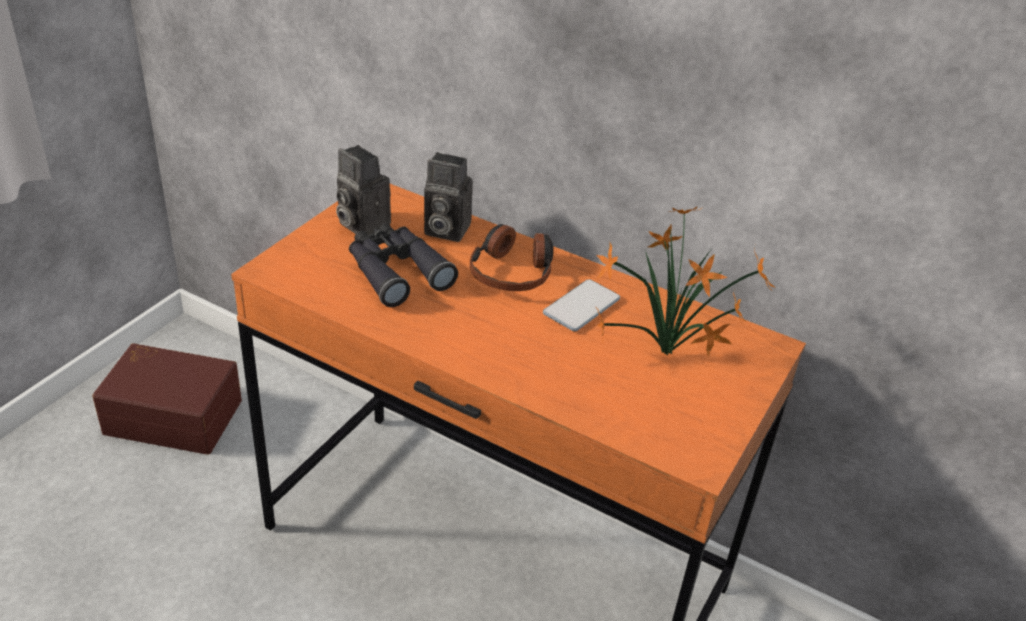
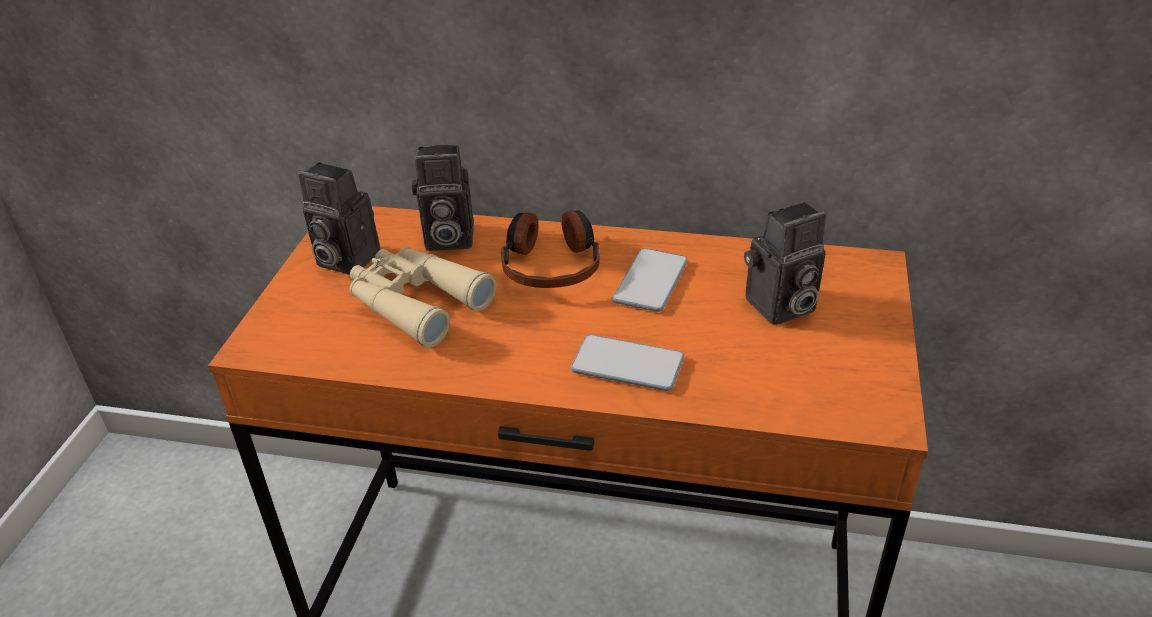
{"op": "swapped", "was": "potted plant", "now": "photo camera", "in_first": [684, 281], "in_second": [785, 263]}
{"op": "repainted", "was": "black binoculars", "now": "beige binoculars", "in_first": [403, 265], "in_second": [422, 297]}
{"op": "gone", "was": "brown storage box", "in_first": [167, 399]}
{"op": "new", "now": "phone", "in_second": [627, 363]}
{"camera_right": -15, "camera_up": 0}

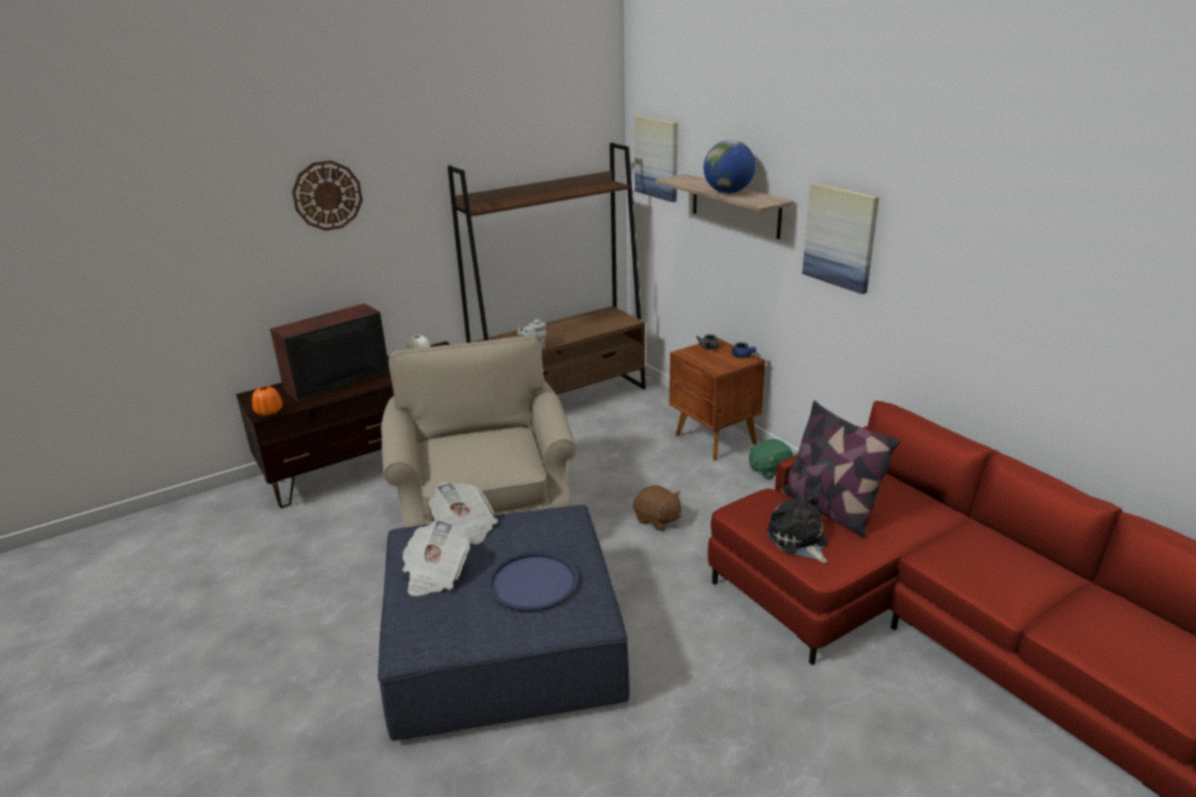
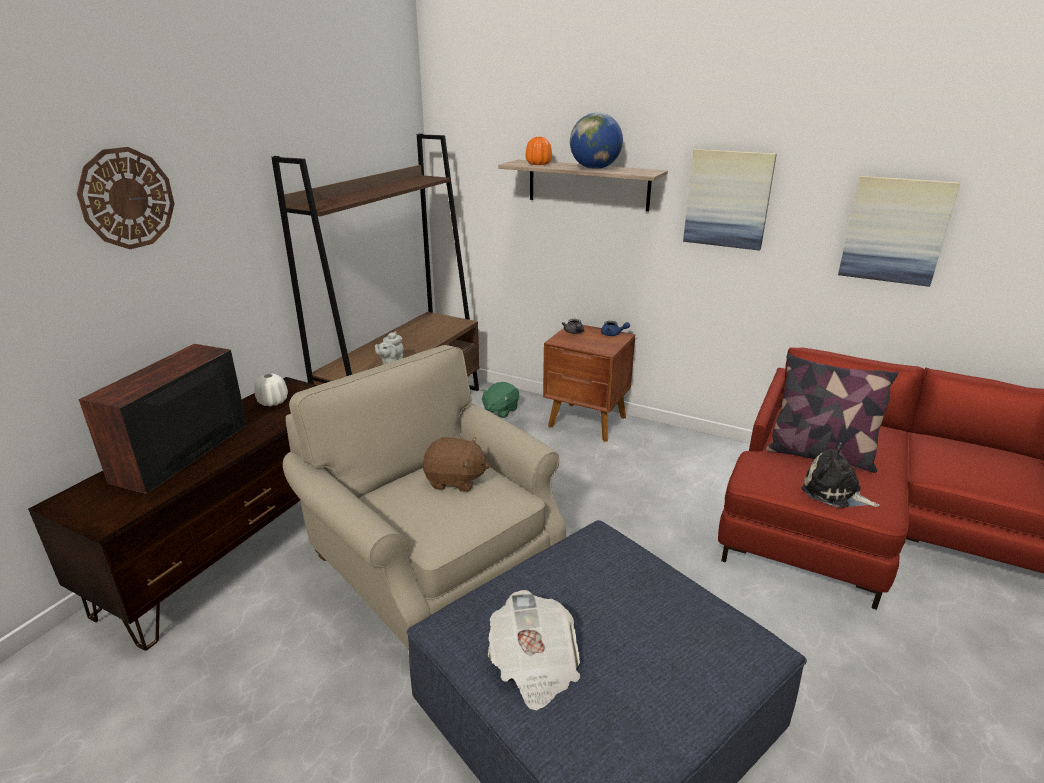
{"op": "shifted", "was": "picture", "in_first": [656, 159], "in_second": [899, 231]}
{"op": "shifted", "was": "orange vase", "in_first": [267, 401], "in_second": [539, 151]}
{"op": "shifted", "was": "green plush toy", "in_first": [771, 459], "in_second": [500, 400]}
{"op": "gone", "was": "newspaper", "in_first": [463, 513]}
{"op": "shifted", "was": "brown plush toy", "in_first": [657, 508], "in_second": [456, 464]}
{"op": "gone", "was": "blue tray", "in_first": [533, 581]}
{"camera_right": -30, "camera_up": 0}

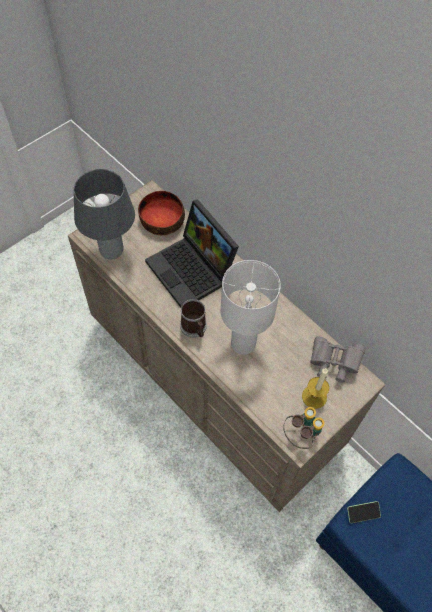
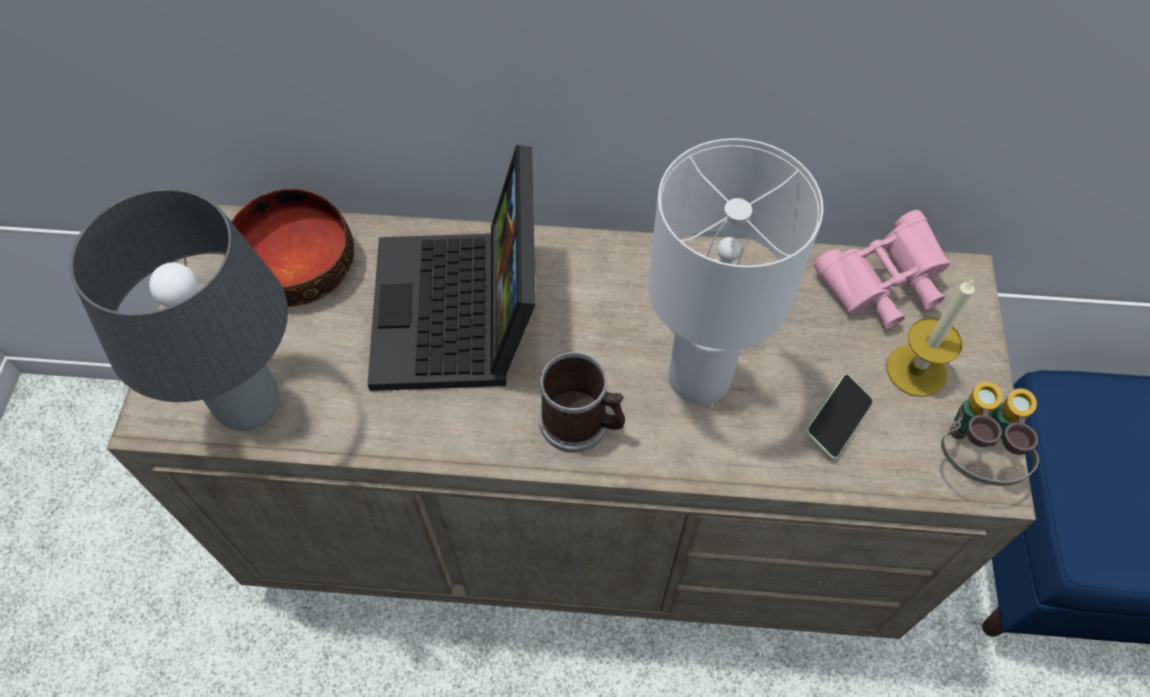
{"op": "rotated", "was": "laptop", "in_first": [192, 253], "in_second": [451, 268], "clockwise": 75}
{"op": "repainted", "was": "grey binoculars", "now": "pink binoculars", "in_first": [337, 359], "in_second": [882, 269]}
{"op": "shifted", "was": "phone", "in_first": [364, 512], "in_second": [839, 416]}
{"camera_right": -40, "camera_up": 0}

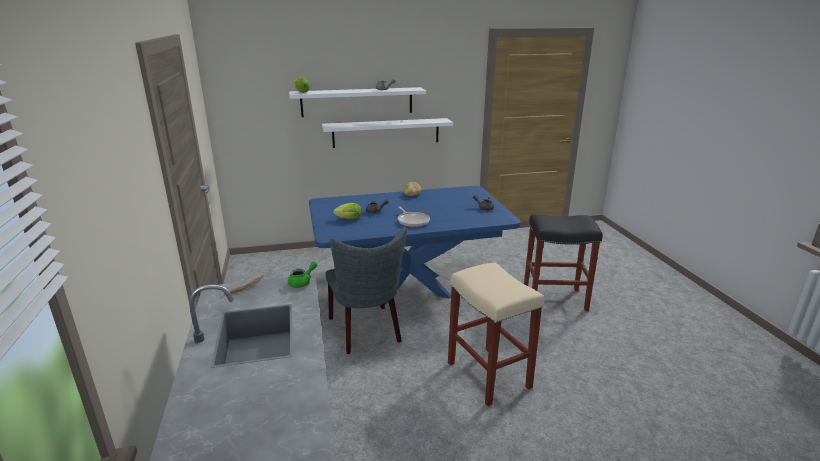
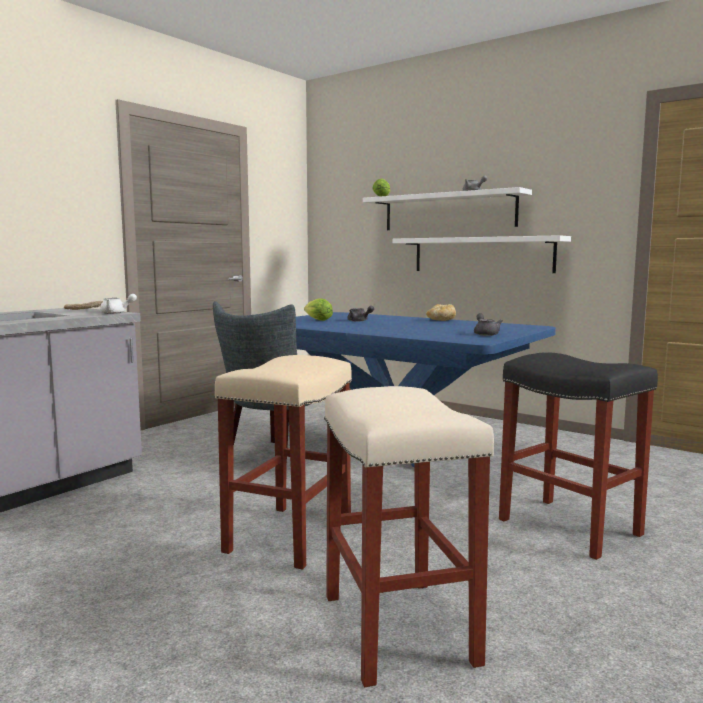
{"op": "gone", "was": "frying pan", "in_first": [414, 216]}
{"op": "repainted", "was": "green teapot", "now": "white teapot", "in_first": [303, 274], "in_second": [118, 304]}
{"op": "new", "now": "beige stool", "in_second": [409, 536]}
{"camera_right": 50, "camera_up": -15}

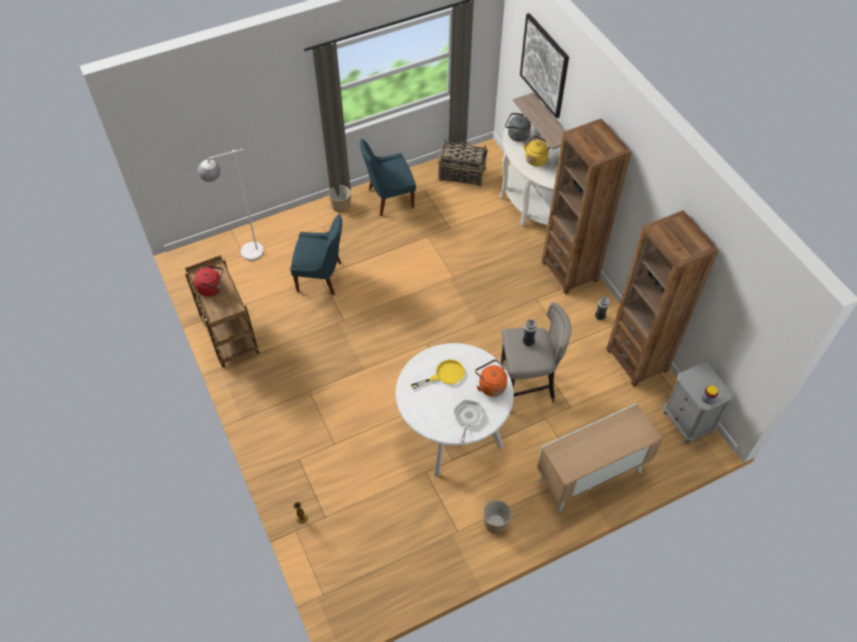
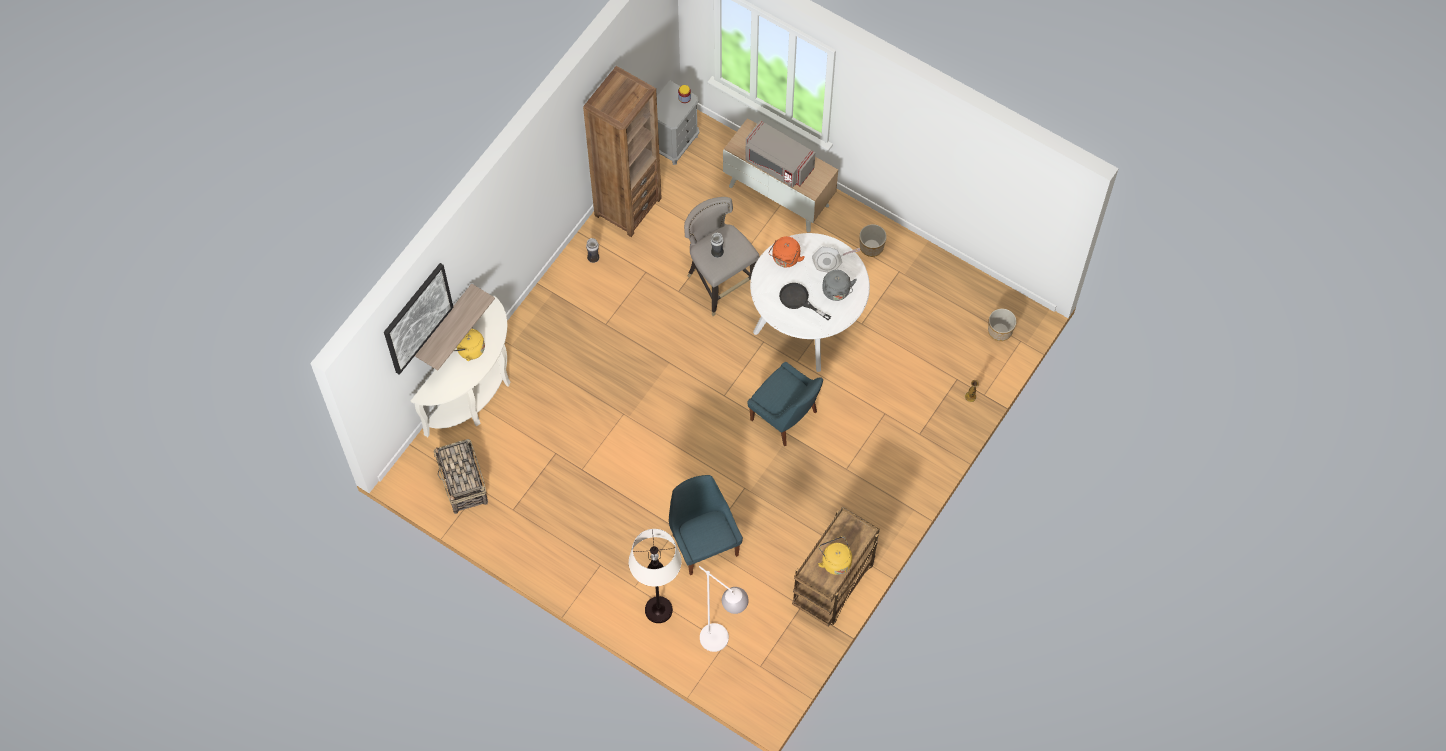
{"op": "shifted", "was": "grey kettle", "in_first": [518, 127], "in_second": [839, 285]}
{"op": "gone", "was": "brown bookcase", "in_first": [586, 206]}
{"op": "shifted", "was": "blue chair", "in_first": [388, 177], "in_second": [785, 404]}
{"op": "shifted", "was": "planter", "in_first": [340, 198], "in_second": [1002, 324]}
{"op": "repainted", "was": "red kettle", "now": "yellow kettle", "in_first": [208, 280], "in_second": [835, 555]}
{"op": "repainted", "was": "yellow frying pan", "now": "black frying pan", "in_first": [438, 374], "in_second": [805, 301]}
{"op": "new", "now": "grey microwave", "in_second": [780, 154]}
{"op": "new", "now": "white floor lamp", "in_second": [655, 576]}
{"camera_right": -120, "camera_up": 10}

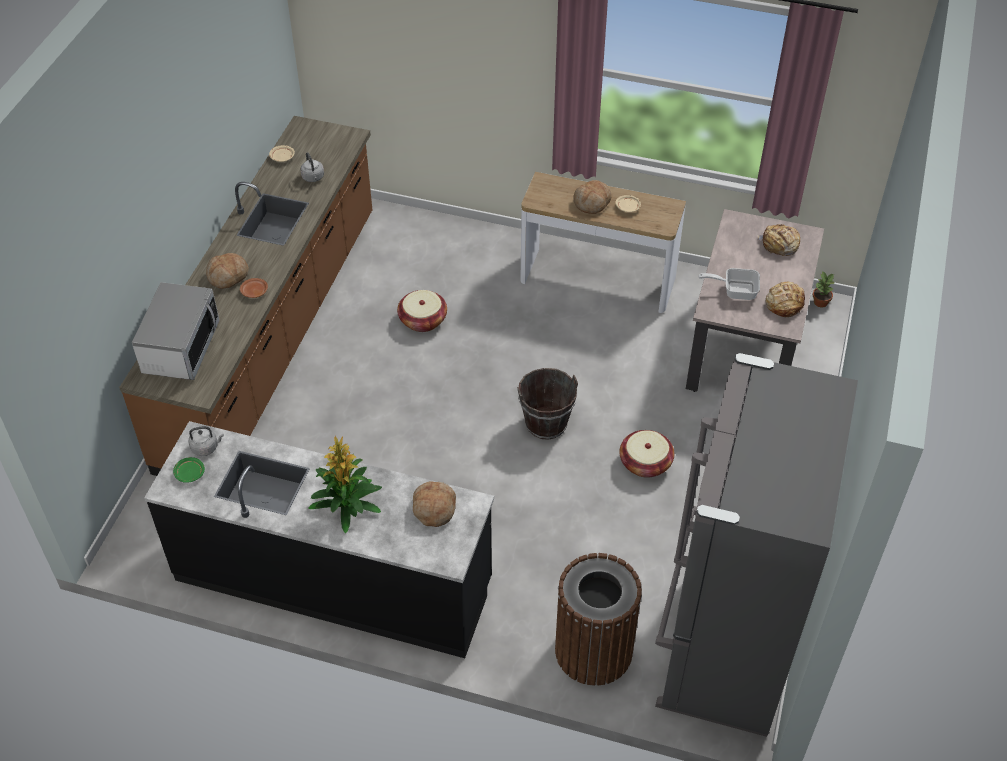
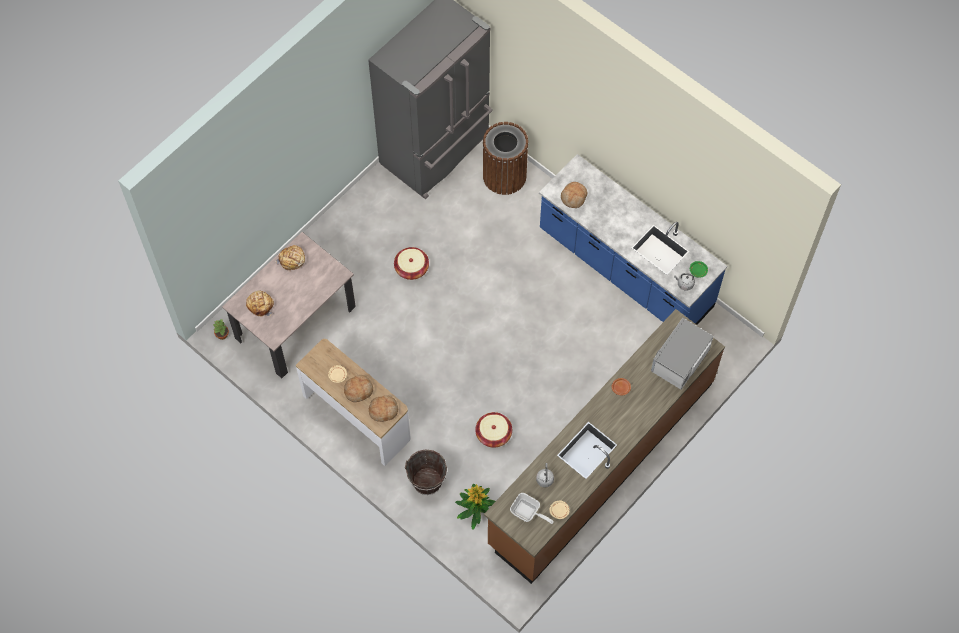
{"op": "shifted", "was": "bread", "in_first": [227, 271], "in_second": [383, 408]}
{"op": "shifted", "was": "frying pan", "in_first": [729, 284], "in_second": [532, 508]}
{"op": "shifted", "was": "brown bucket", "in_first": [547, 404], "in_second": [426, 472]}
{"op": "repainted", "was": "black counter", "now": "blue counter", "in_first": [319, 539], "in_second": [633, 239]}
{"op": "shifted", "was": "potted plant", "in_first": [345, 484], "in_second": [475, 507]}
{"camera_right": -155, "camera_up": 15}

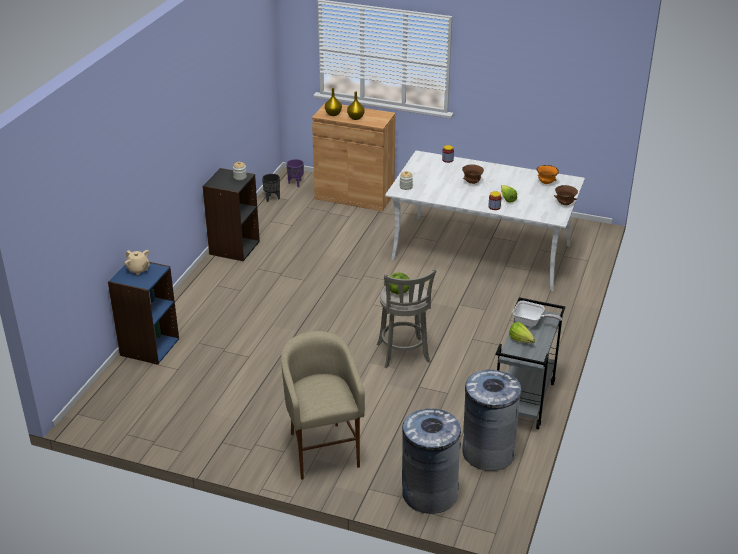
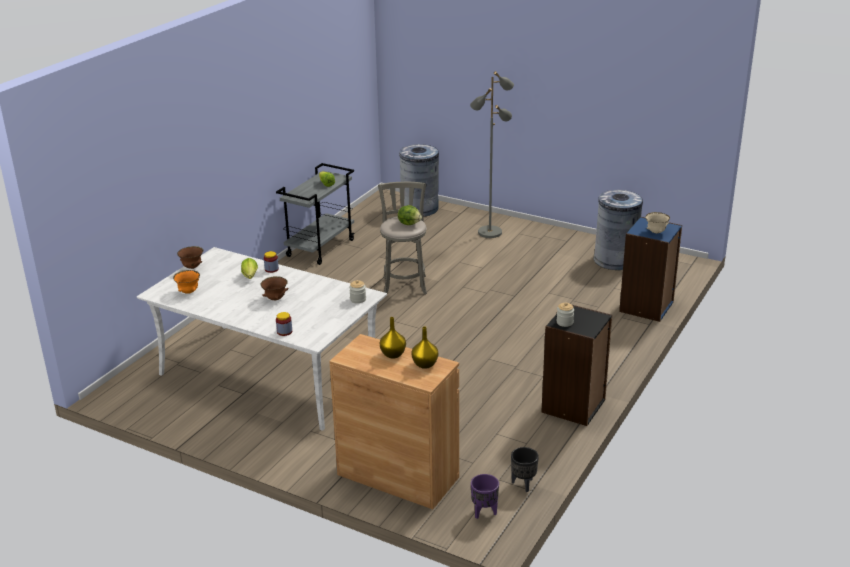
{"op": "swapped", "was": "beige teapot", "now": "beige bowl", "in_first": [137, 262], "in_second": [657, 223]}
{"op": "gone", "was": "frying pan", "in_first": [537, 314]}
{"op": "swapped", "was": "beige stool", "now": "grey floor lamp", "in_first": [323, 405], "in_second": [492, 154]}
{"op": "shifted", "was": "grey trash can", "in_first": [491, 420], "in_second": [618, 230]}
{"camera_right": -170, "camera_up": -5}

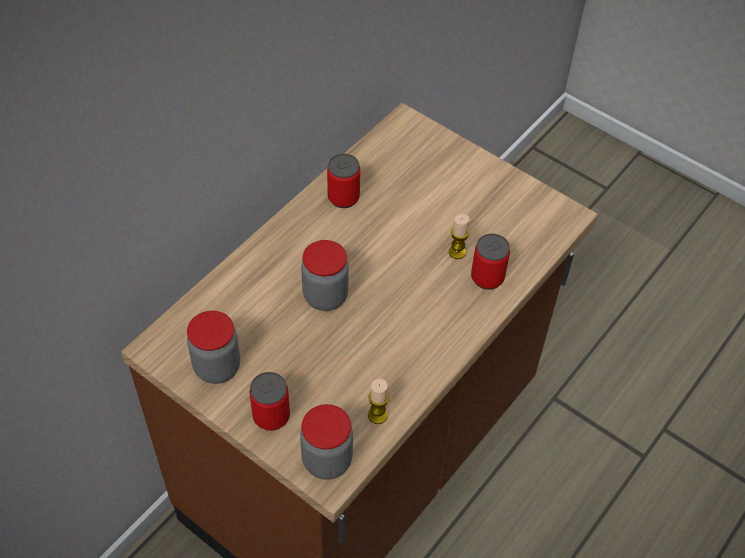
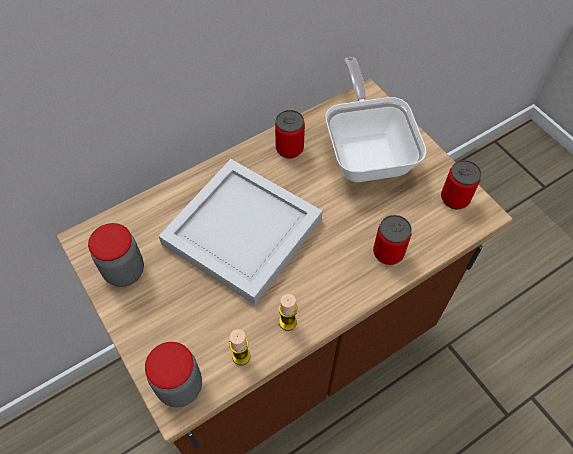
{"op": "shifted", "was": "candle", "in_first": [459, 236], "in_second": [288, 312]}
{"op": "swapped", "was": "jar", "now": "white tray", "in_first": [325, 275], "in_second": [241, 232]}
{"op": "shifted", "was": "can", "in_first": [269, 401], "in_second": [461, 185]}
{"op": "new", "now": "frying pan", "in_second": [376, 119]}
{"camera_right": 20, "camera_up": 5}

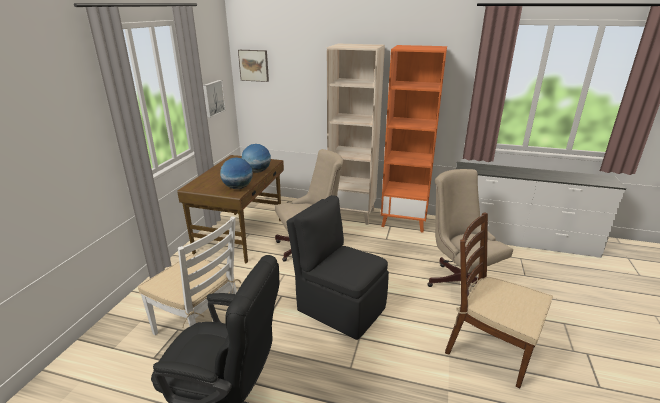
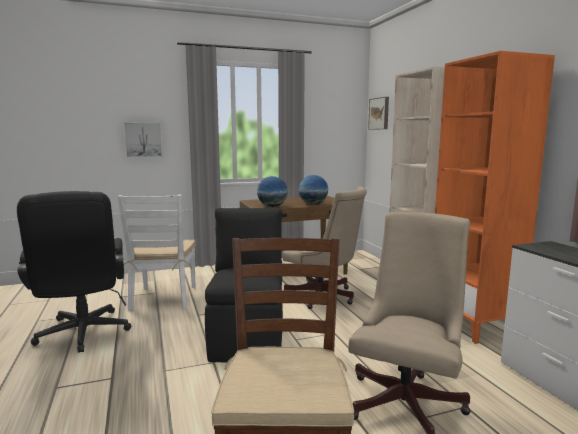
{"op": "shifted", "was": "picture", "in_first": [214, 99], "in_second": [143, 140]}
{"camera_right": 55, "camera_up": -15}

